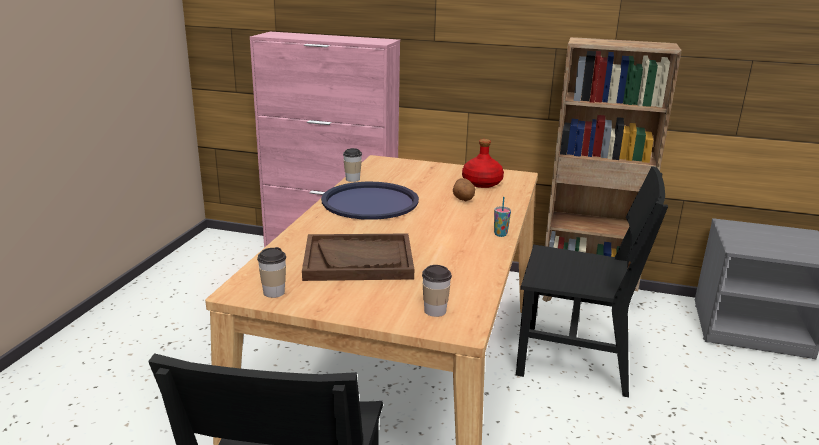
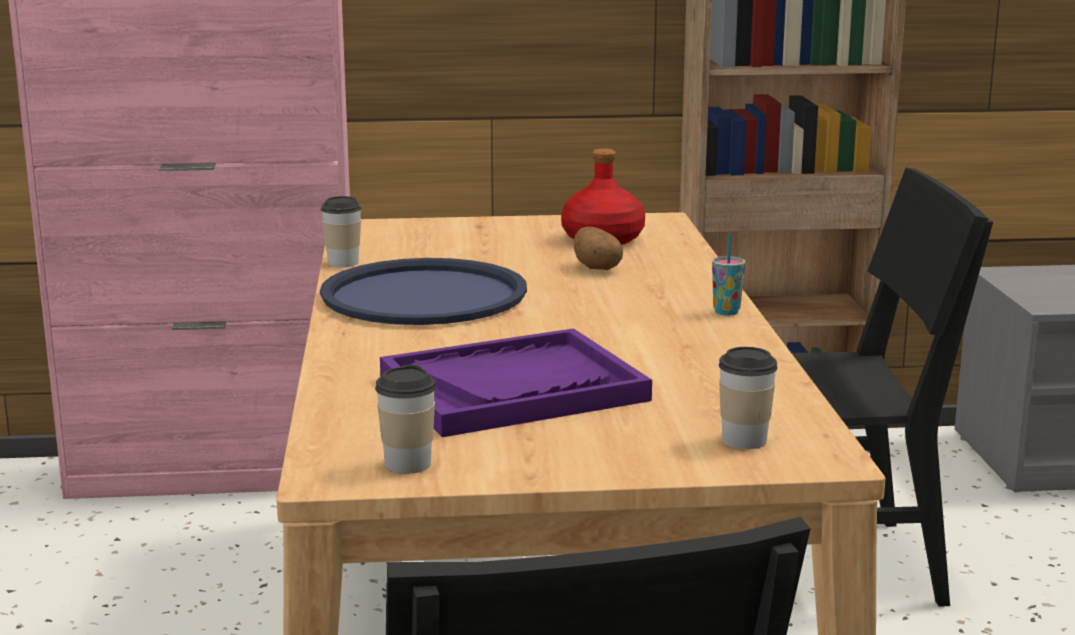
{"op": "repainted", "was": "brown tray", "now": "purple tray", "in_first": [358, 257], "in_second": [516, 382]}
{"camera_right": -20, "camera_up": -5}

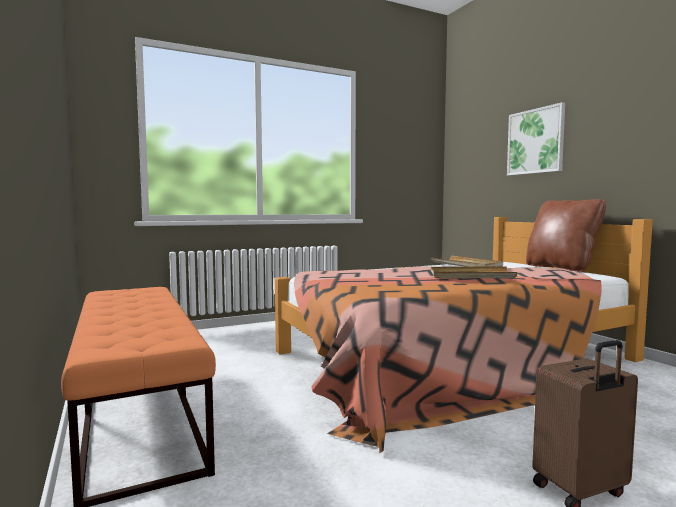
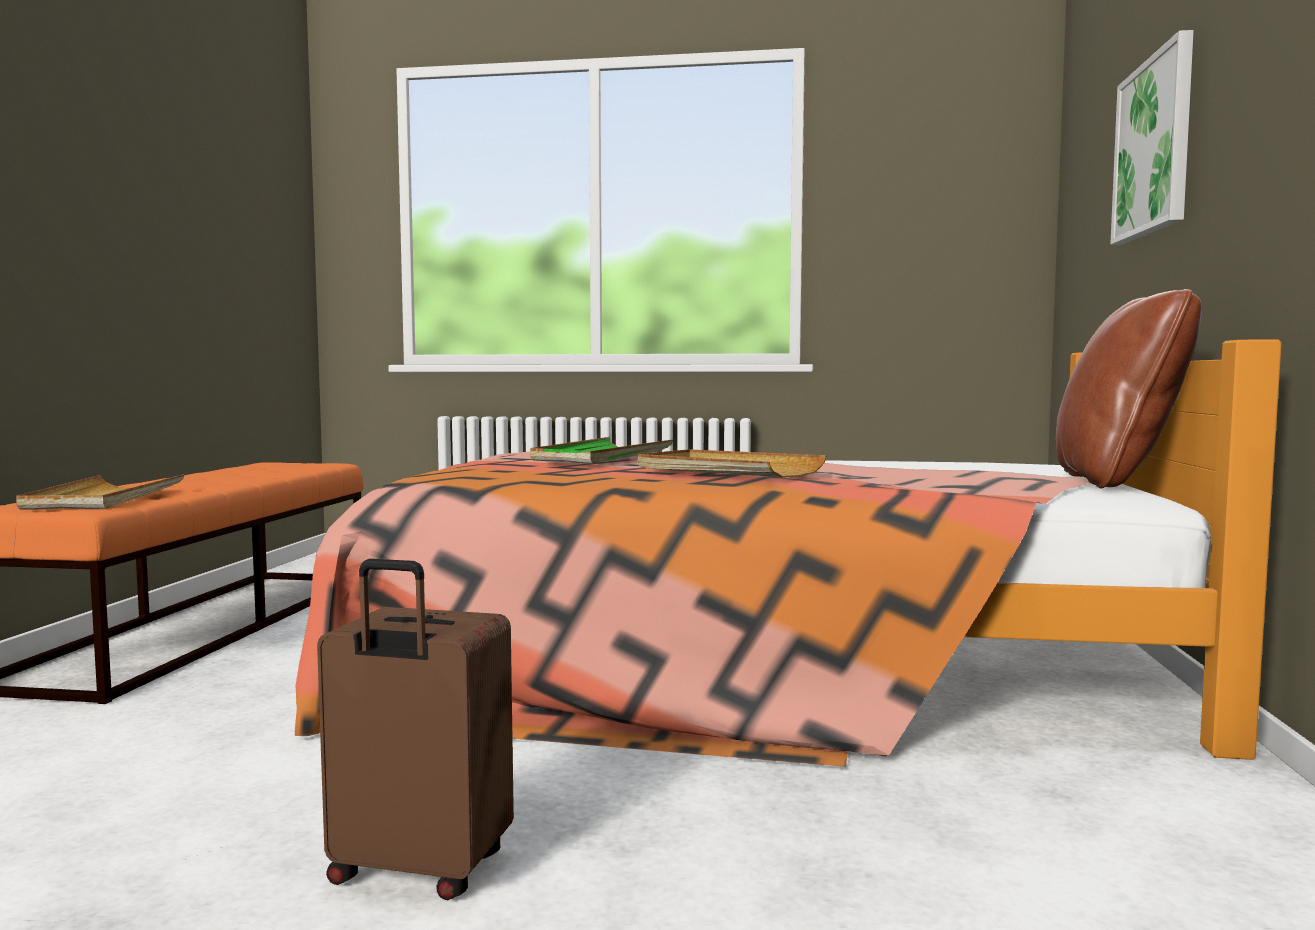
{"op": "shifted", "was": "beige tray", "in_first": [466, 261], "in_second": [100, 492]}
{"op": "new", "now": "green tray", "in_second": [601, 450]}
{"camera_right": 35, "camera_up": 0}

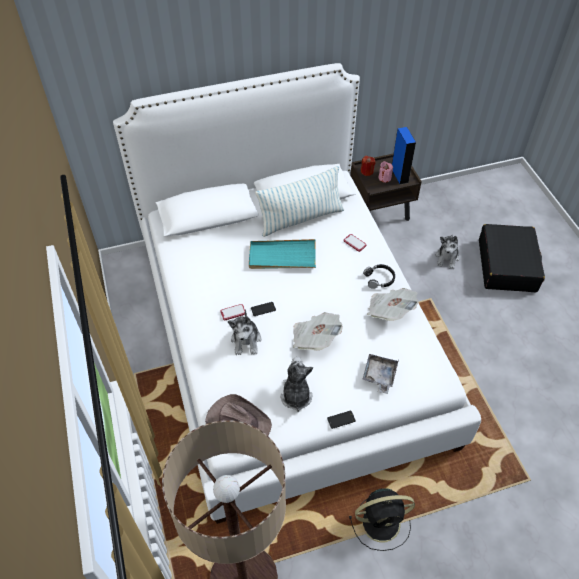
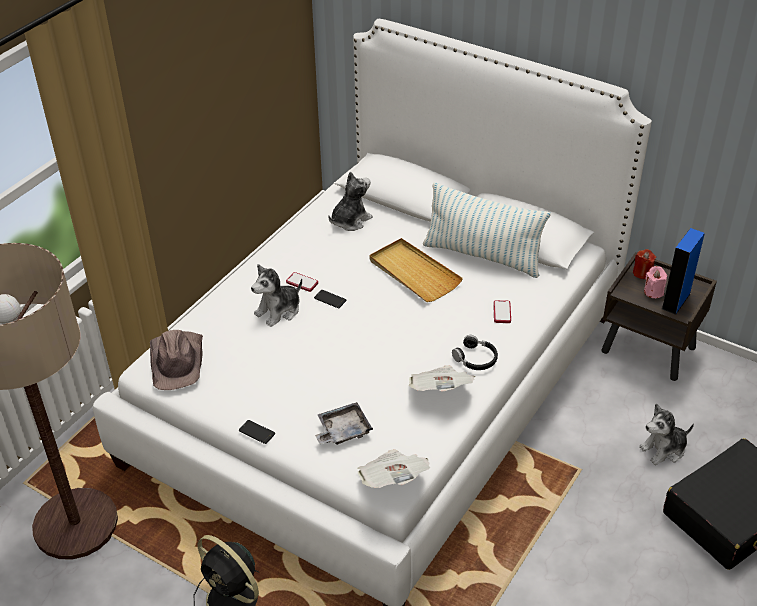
{"op": "repainted", "was": "turquoise tray", "now": "beige tray", "in_first": [282, 254], "in_second": [416, 270]}
{"op": "shifted", "was": "newspaper", "in_first": [318, 331], "in_second": [393, 468]}
{"op": "shifted", "was": "plush toy", "in_first": [296, 384], "in_second": [350, 201]}
{"camera_right": 50, "camera_up": -10}

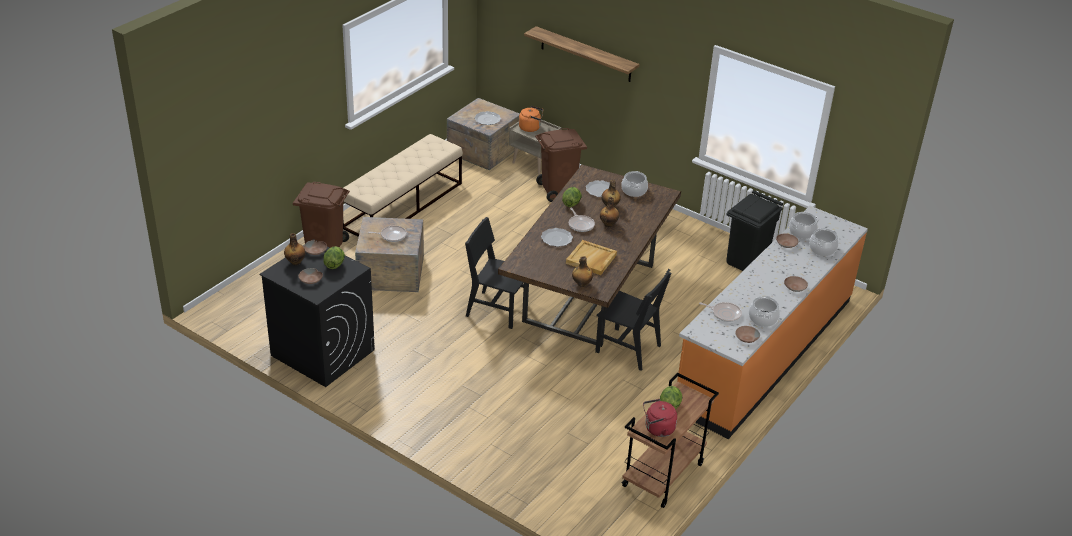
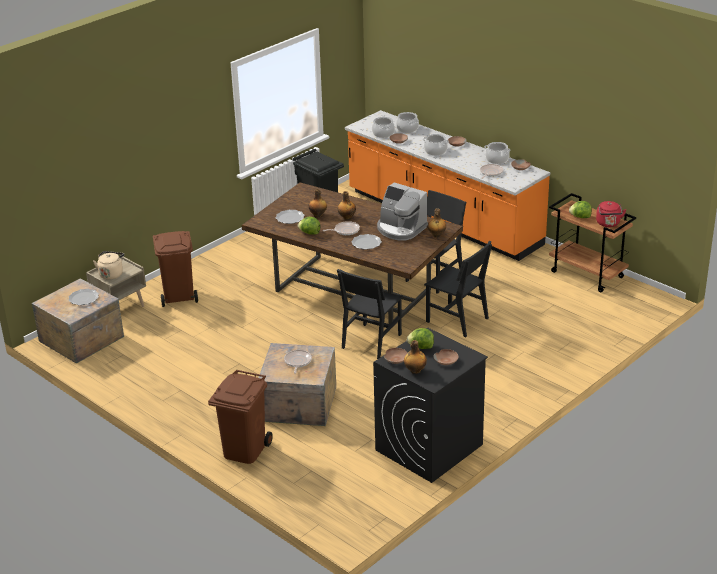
{"op": "gone", "was": "shelf", "in_first": [581, 54]}
{"op": "repainted", "was": "orange kettle", "now": "beige kettle", "in_first": [531, 119], "in_second": [108, 265]}
{"op": "gone", "was": "beige bench", "in_first": [403, 185]}
{"op": "shifted", "was": "cooking pot", "in_first": [634, 184], "in_second": [436, 144]}
{"op": "swapped", "was": "beige tray", "now": "coffee machine", "in_first": [591, 257], "in_second": [402, 212]}
{"op": "new", "now": "black chair", "in_second": [458, 289]}
{"camera_right": -80, "camera_up": -5}

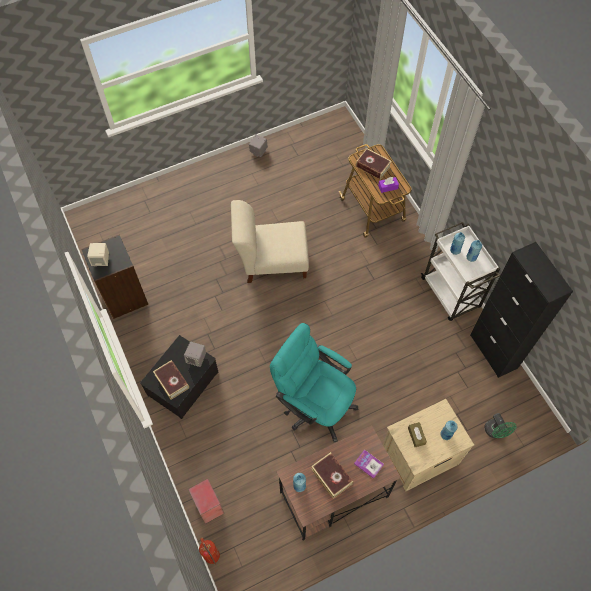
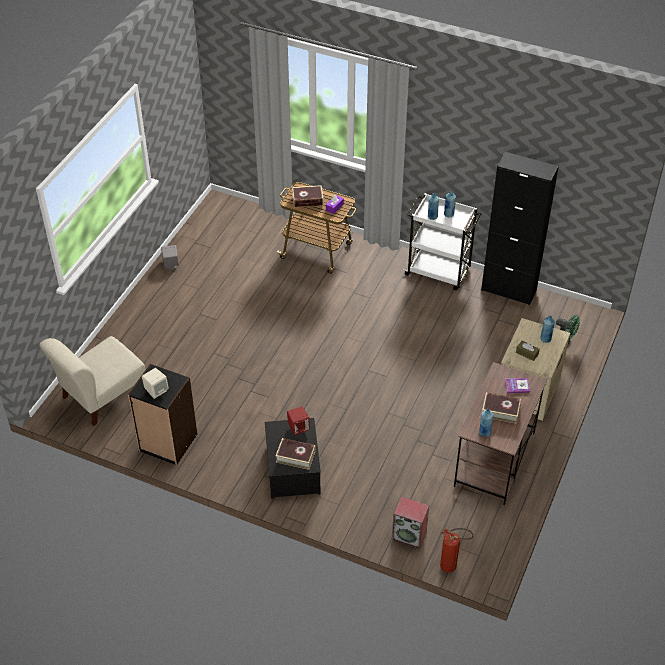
{"op": "shifted", "was": "beige chair", "in_first": [270, 241], "in_second": [92, 381]}
{"op": "gone", "was": "turquoise office chair", "in_first": [314, 382]}
{"op": "repainted", "was": "grey speaker", "now": "red speaker", "in_first": [195, 354], "in_second": [298, 420]}
{"camera_right": -40, "camera_up": -15}

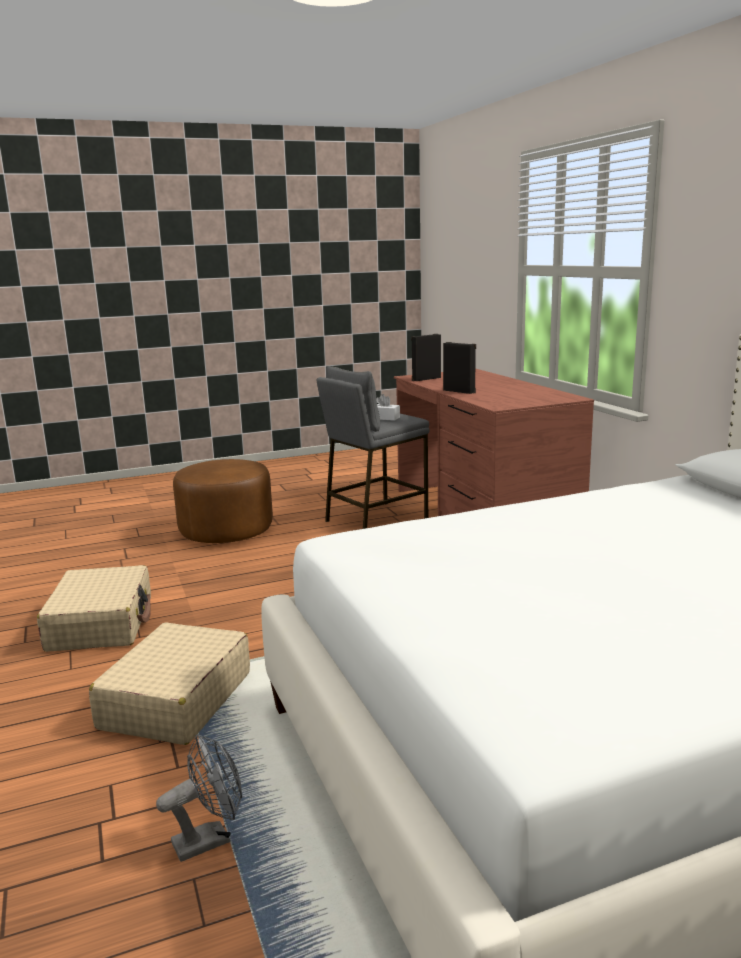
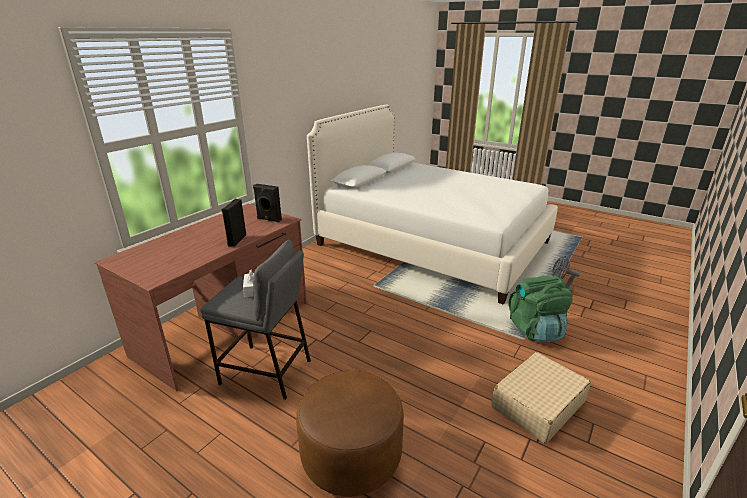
{"op": "shifted", "was": "black speaker", "in_first": [426, 357], "in_second": [267, 203]}
{"op": "swapped", "was": "beige suitcase", "now": "green backpack", "in_first": [169, 683], "in_second": [541, 309]}
{"camera_right": -125, "camera_up": 10}

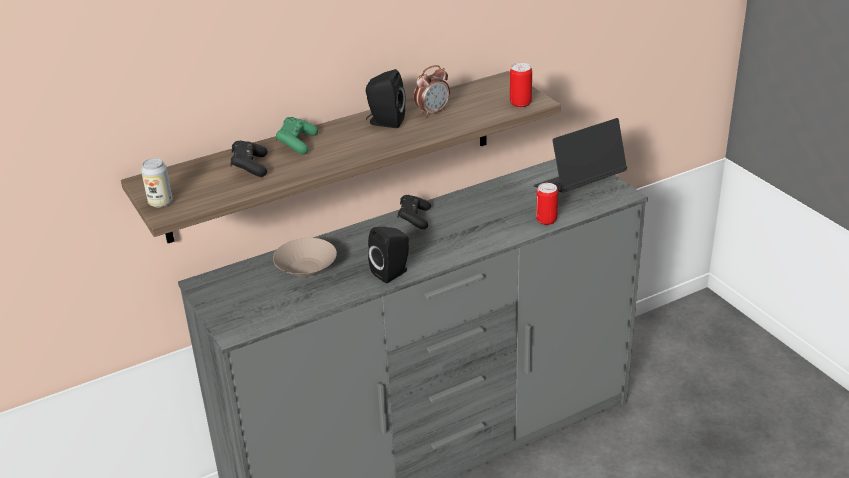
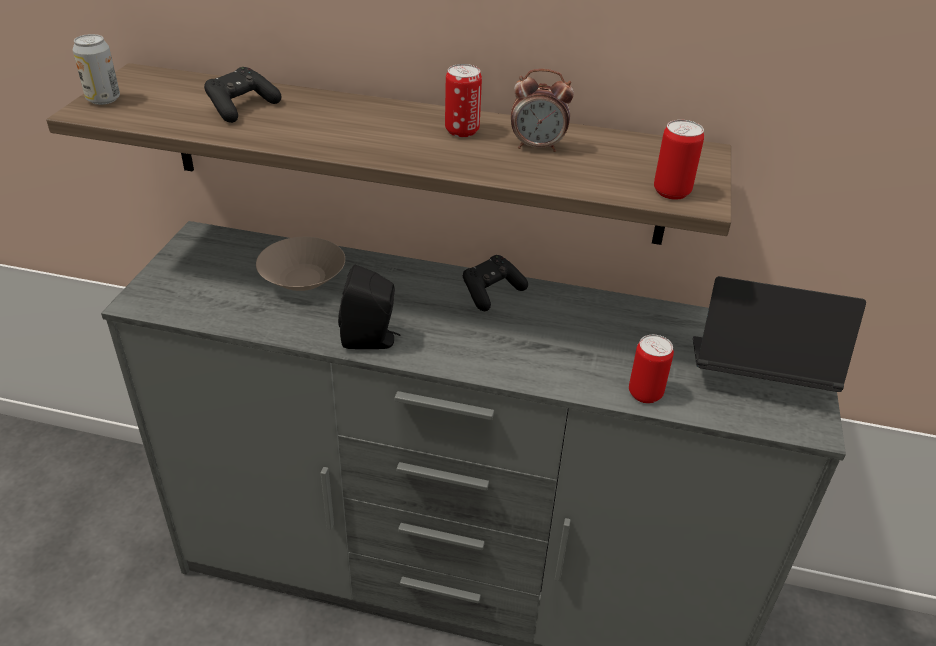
{"op": "swapped", "was": "black speaker", "now": "can", "in_first": [385, 98], "in_second": [463, 100]}
{"op": "gone", "was": "green game controller", "in_first": [297, 135]}
{"camera_right": 40, "camera_up": 5}

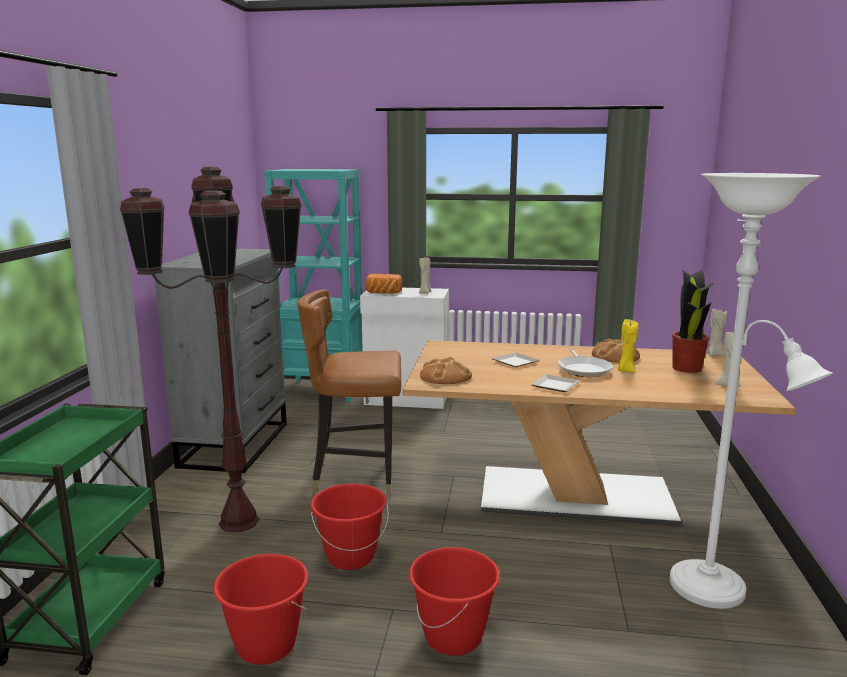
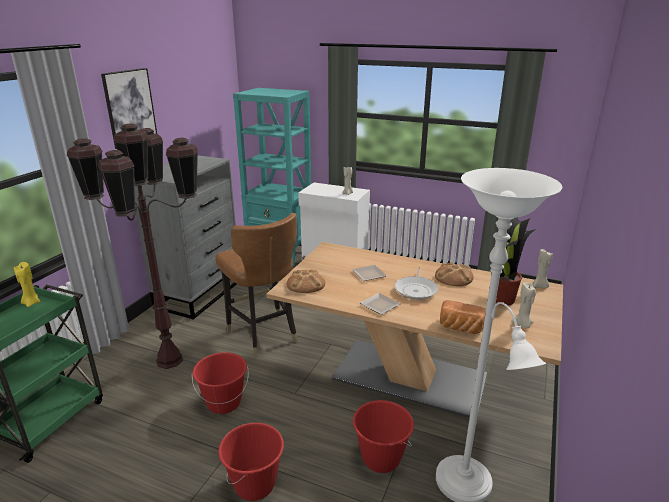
{"op": "shifted", "was": "bread", "in_first": [384, 284], "in_second": [463, 317]}
{"op": "rotated", "was": "brown chair", "in_first": [349, 393], "in_second": [256, 285], "clockwise": -135}
{"op": "shifted", "was": "yellow candle", "in_first": [628, 345], "in_second": [27, 284]}
{"op": "shifted", "was": "red bucket", "in_first": [260, 609], "in_second": [383, 436]}
{"op": "new", "now": "picture", "in_second": [129, 108]}
{"camera_right": 15, "camera_up": 10}

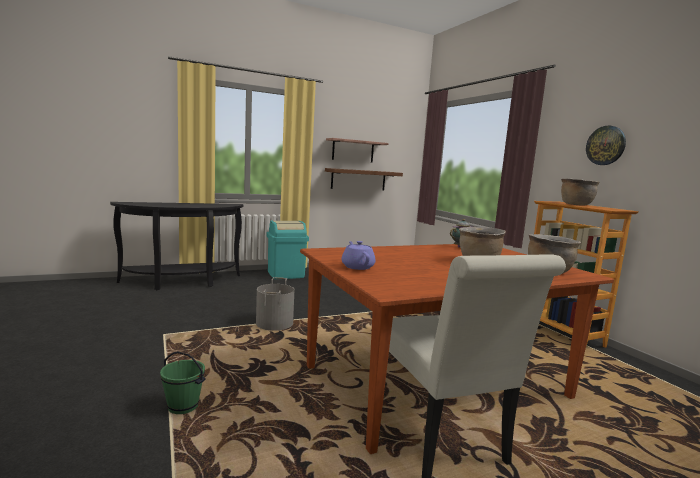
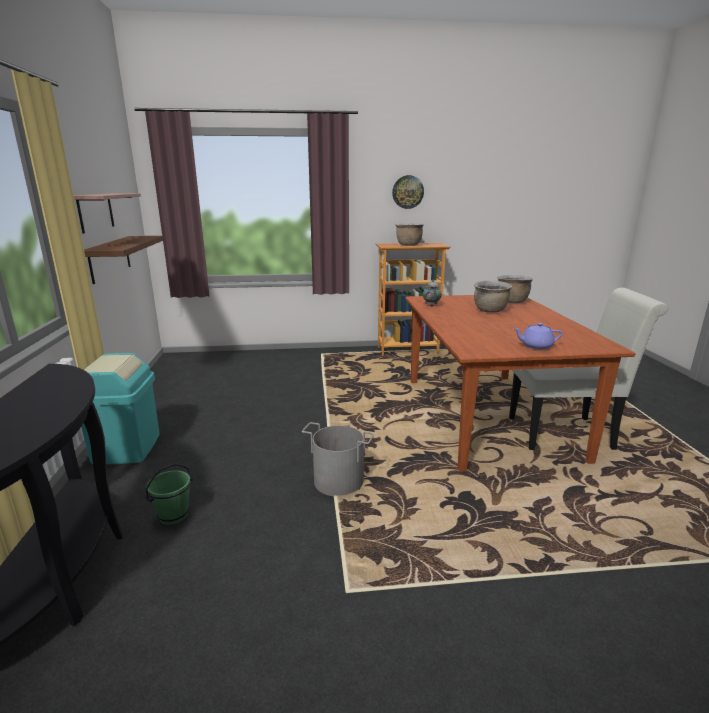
{"op": "shifted", "was": "green bucket", "in_first": [183, 382], "in_second": [168, 494]}
{"camera_right": -70, "camera_up": 10}

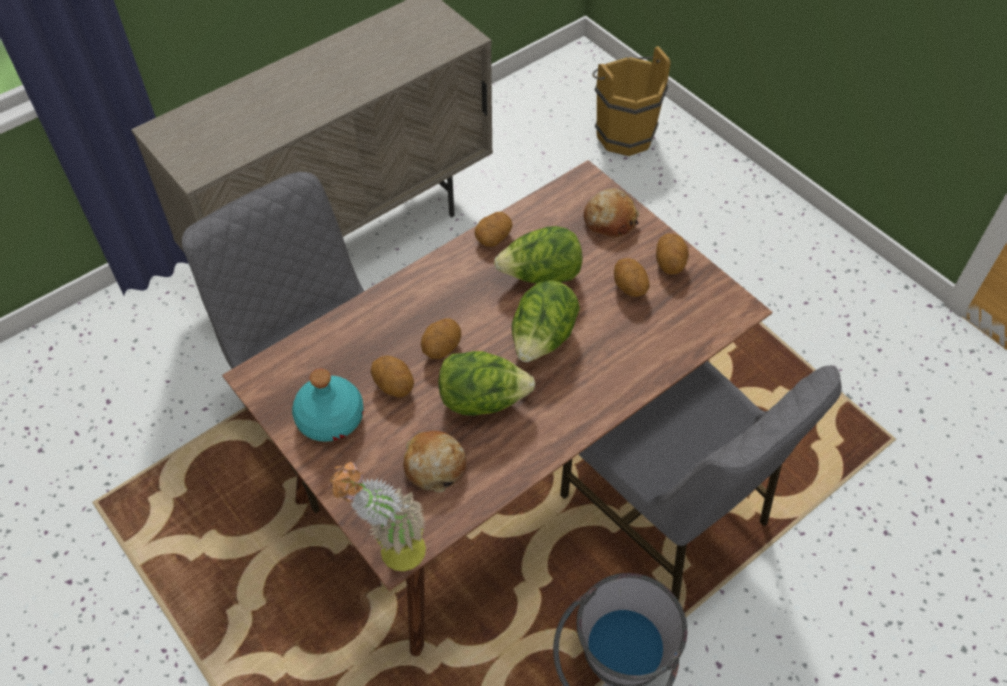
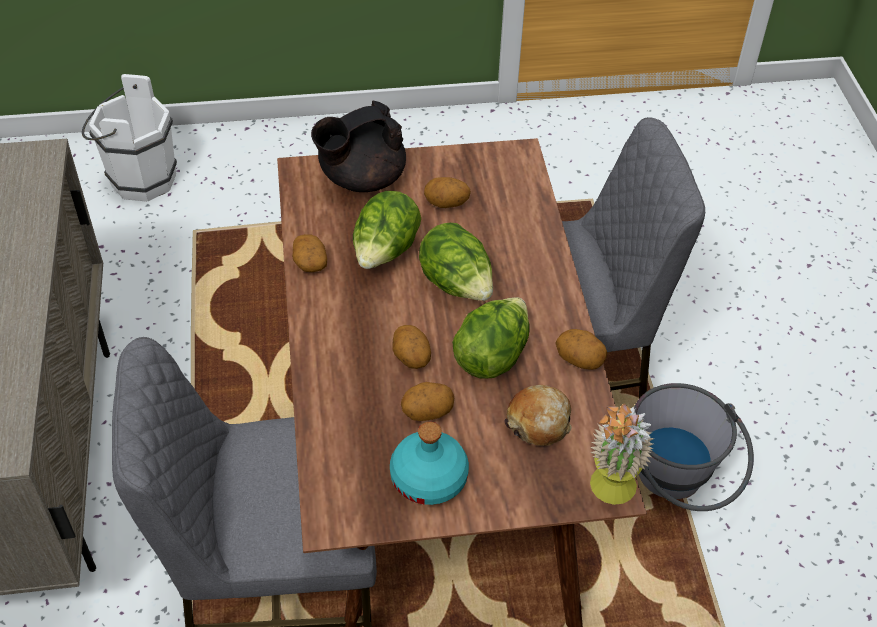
{"op": "repainted", "was": "brown bucket", "now": "white bucket", "in_first": [631, 101], "in_second": [129, 138]}
{"op": "swapped", "was": "bread", "now": "black teapot", "in_first": [612, 212], "in_second": [358, 146]}
{"op": "shifted", "was": "potato", "in_first": [672, 254], "in_second": [581, 349]}
{"camera_right": -60, "camera_up": -5}

